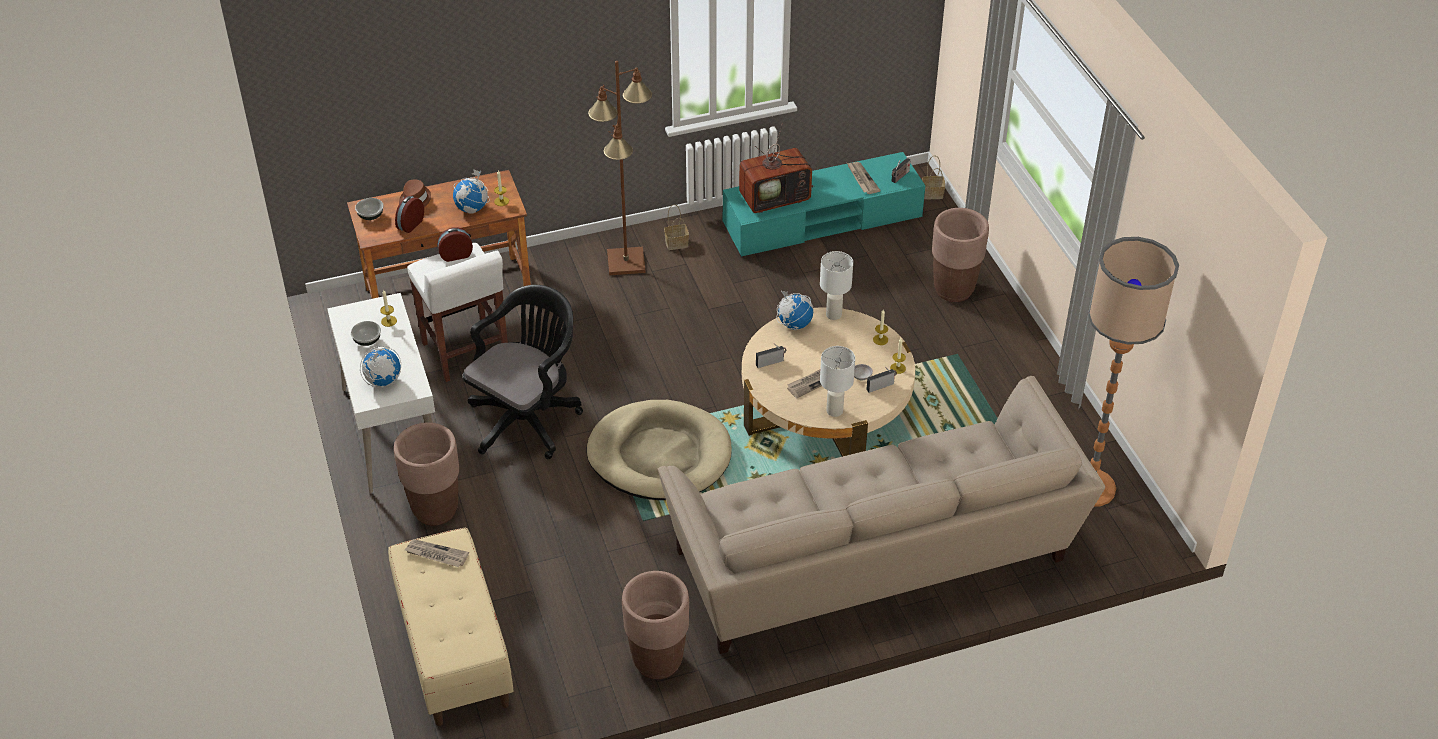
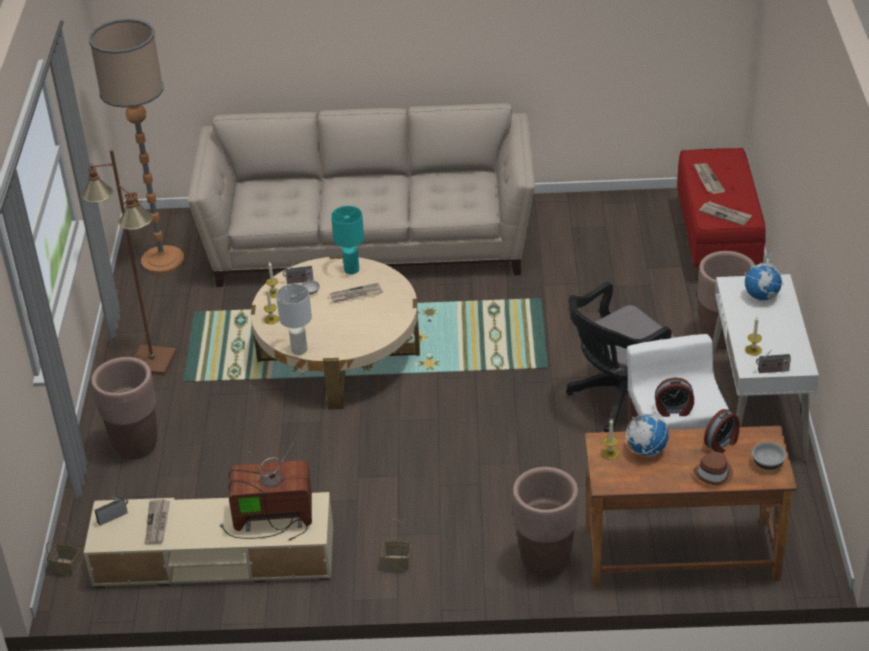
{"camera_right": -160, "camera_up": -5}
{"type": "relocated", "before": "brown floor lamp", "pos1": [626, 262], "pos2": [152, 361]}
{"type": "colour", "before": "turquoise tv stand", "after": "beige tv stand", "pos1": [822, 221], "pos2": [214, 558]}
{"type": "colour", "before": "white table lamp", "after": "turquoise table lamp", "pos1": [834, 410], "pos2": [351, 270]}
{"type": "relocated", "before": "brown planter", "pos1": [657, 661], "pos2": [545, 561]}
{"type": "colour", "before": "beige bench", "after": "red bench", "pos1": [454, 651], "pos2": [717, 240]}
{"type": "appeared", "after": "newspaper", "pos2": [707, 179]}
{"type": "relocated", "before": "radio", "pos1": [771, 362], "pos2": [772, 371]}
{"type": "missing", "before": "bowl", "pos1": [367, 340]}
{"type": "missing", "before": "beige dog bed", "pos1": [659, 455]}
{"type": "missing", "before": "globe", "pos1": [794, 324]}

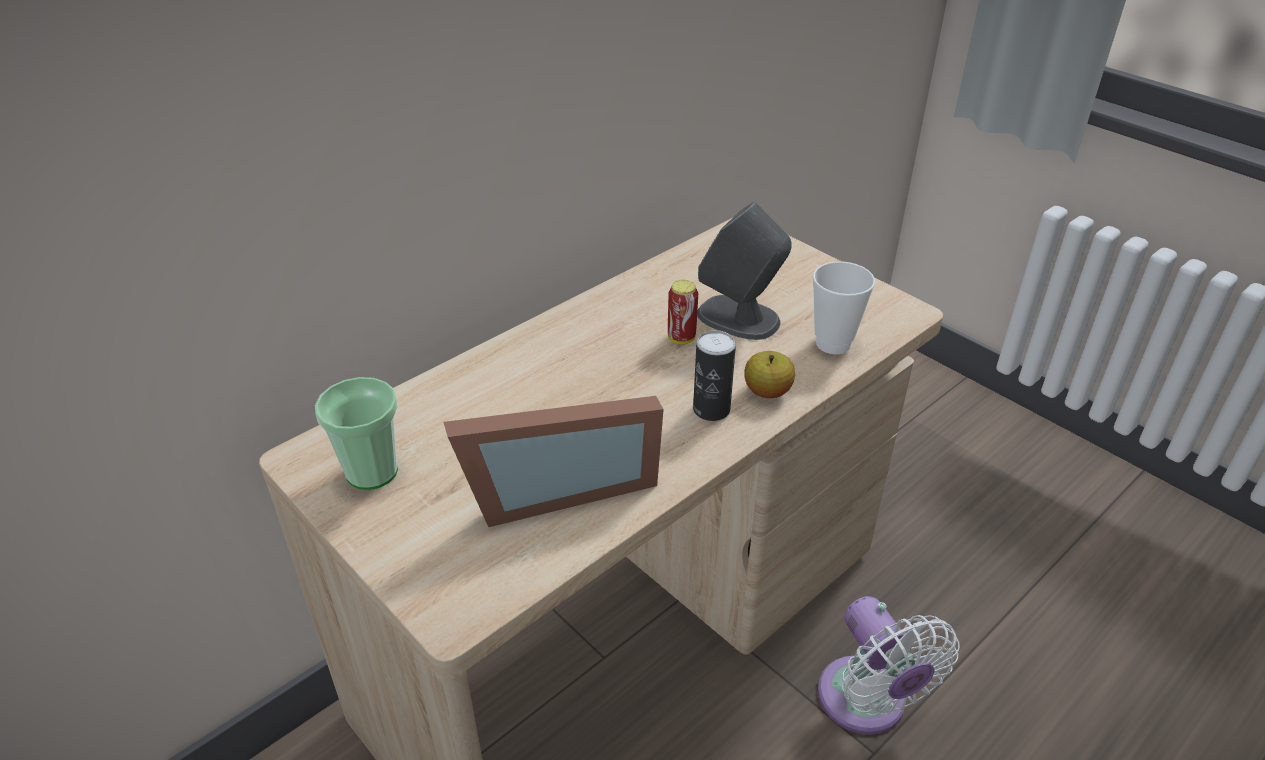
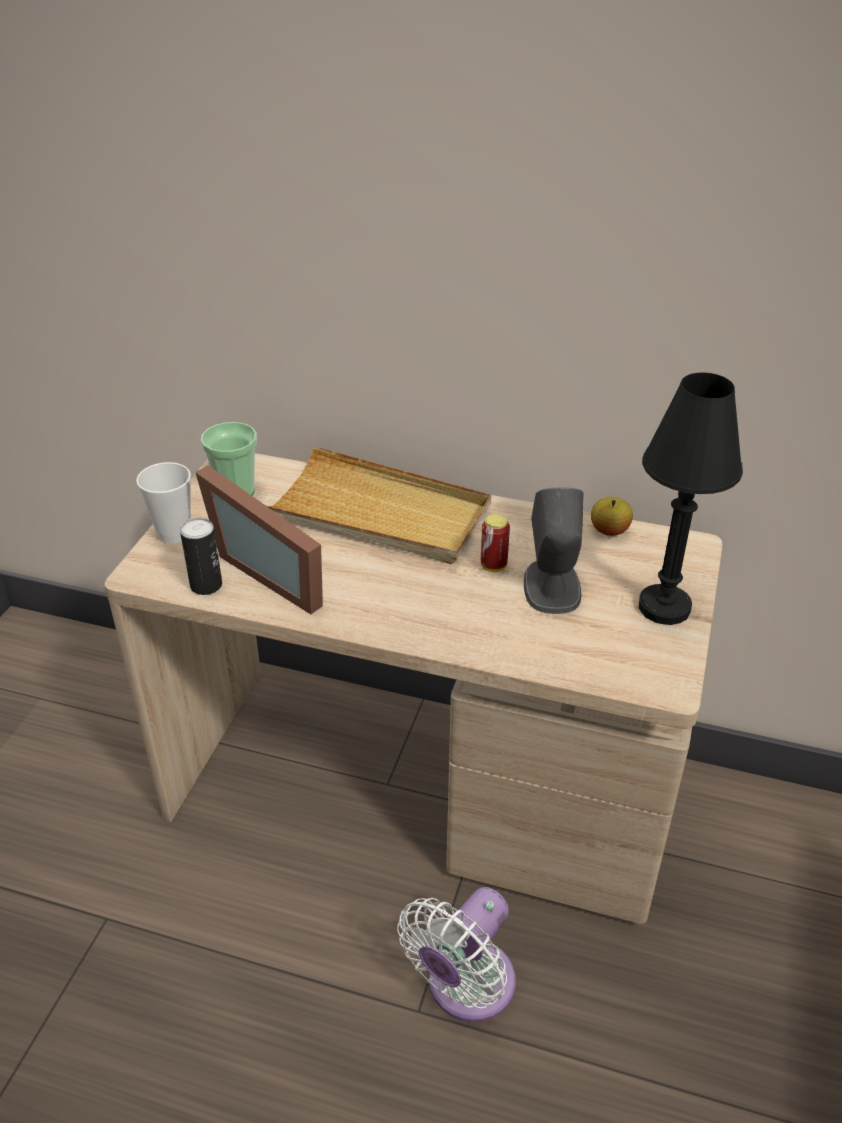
{"camera_right": 60, "camera_up": 0}
{"type": "relocated", "before": "cup", "pos1": [833, 344], "pos2": [174, 534]}
{"type": "relocated", "before": "can", "pos1": [711, 409], "pos2": [206, 585]}
{"type": "appeared", "after": "beige tray", "pos2": [379, 513]}
{"type": "relocated", "before": "apple", "pos1": [767, 392], "pos2": [609, 531]}
{"type": "appeared", "after": "black table lamp", "pos2": [664, 607]}

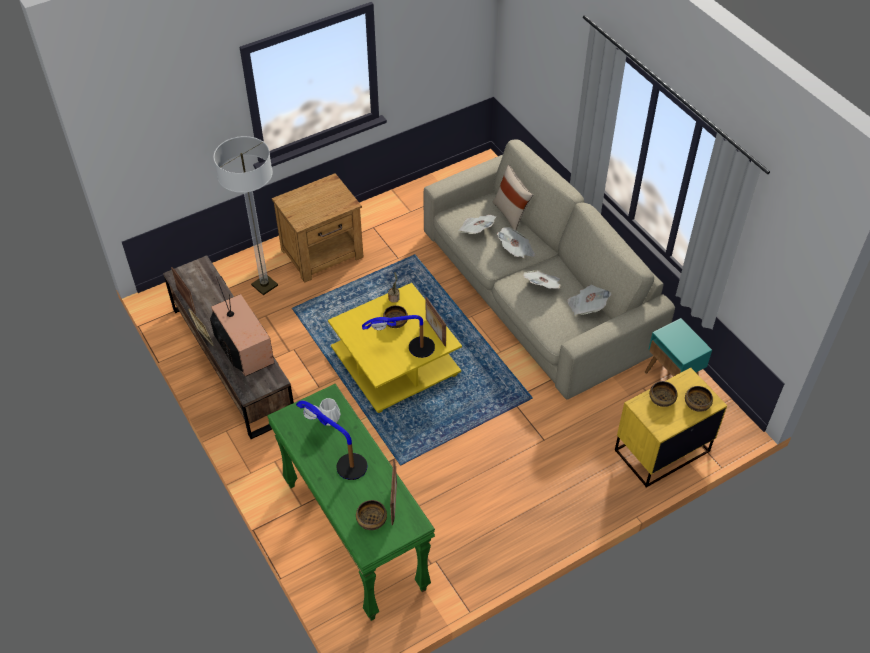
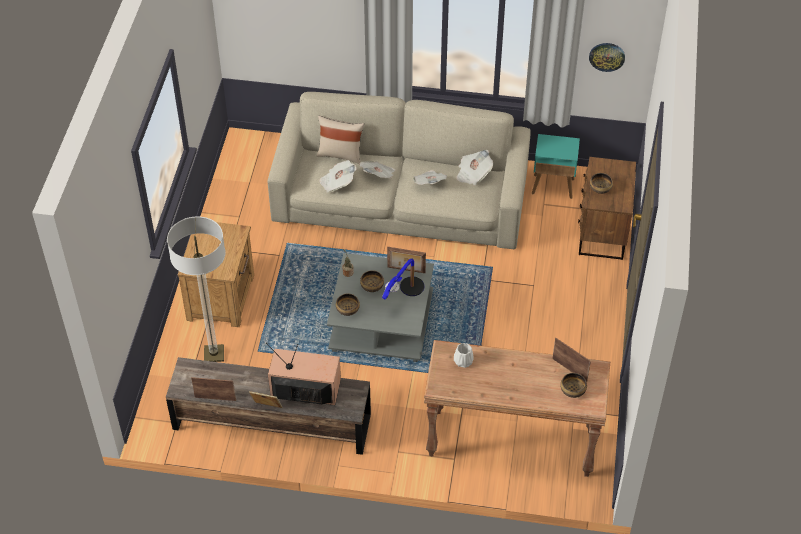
{"camera_right": -50, "camera_up": 0}
{"type": "colour", "before": "yellow coffee table", "after": "grey coffee table", "pos1": [397, 364], "pos2": [382, 322]}
{"type": "relocated", "before": "bowl", "pos1": [696, 403], "pos2": [347, 309]}
{"type": "colour", "before": "green console table", "after": "brown console table", "pos1": [353, 536], "pos2": [510, 444]}
{"type": "colour", "before": "yellow nightstand", "after": "brown nightstand", "pos1": [660, 450], "pos2": [602, 232]}
{"type": "appeared", "after": "wall clock", "pos2": [607, 56]}
{"type": "missing", "before": "table lamp", "pos1": [339, 457]}

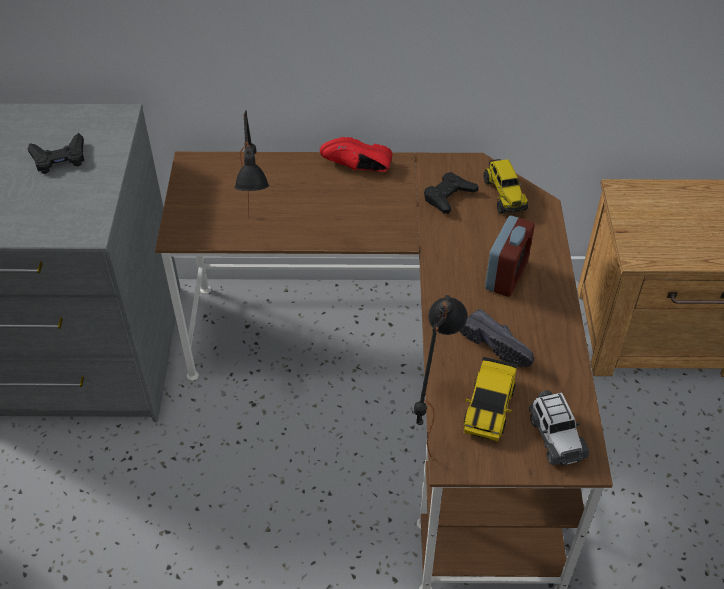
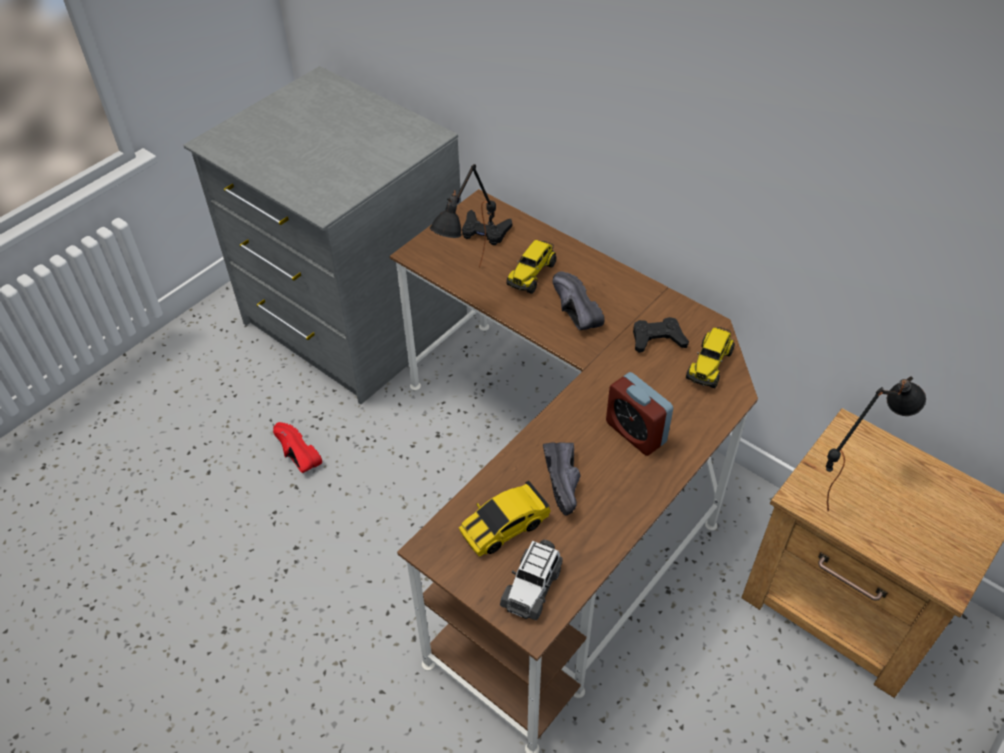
{"camera_right": 40, "camera_up": 0}
{"type": "relocated", "before": "red shoe", "pos1": [357, 168], "pos2": [294, 456]}
{"type": "relocated", "before": "black game controller", "pos1": [59, 158], "pos2": [485, 232]}
{"type": "appeared", "after": "toy truck", "pos2": [532, 274]}
{"type": "appeared", "after": "black shoe", "pos2": [571, 312]}
{"type": "spun", "before": "alarm clock", "pos1": [506, 275], "pos2": [635, 432], "turn": 75}
{"type": "relocated", "before": "black table lamp", "pos1": [428, 422], "pos2": [845, 486]}

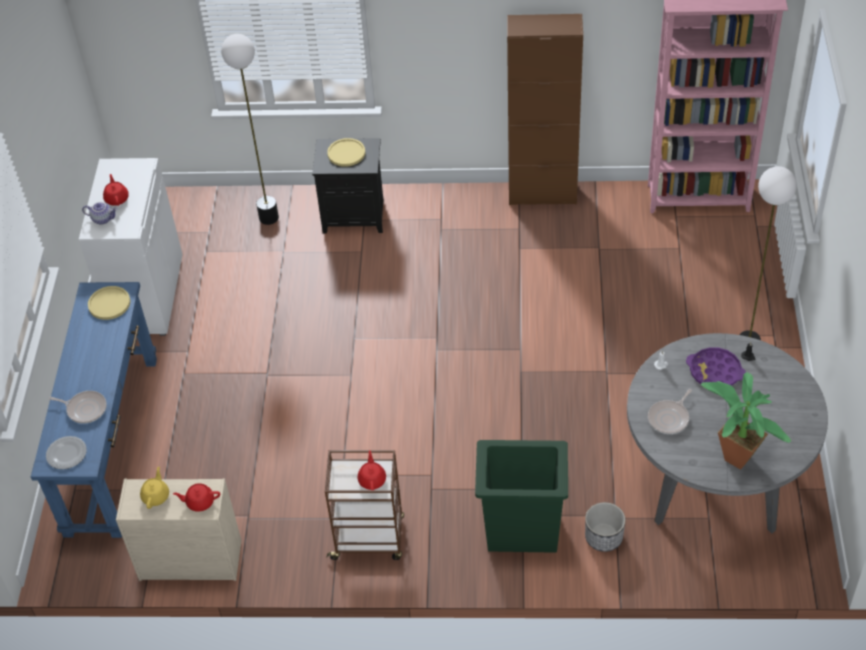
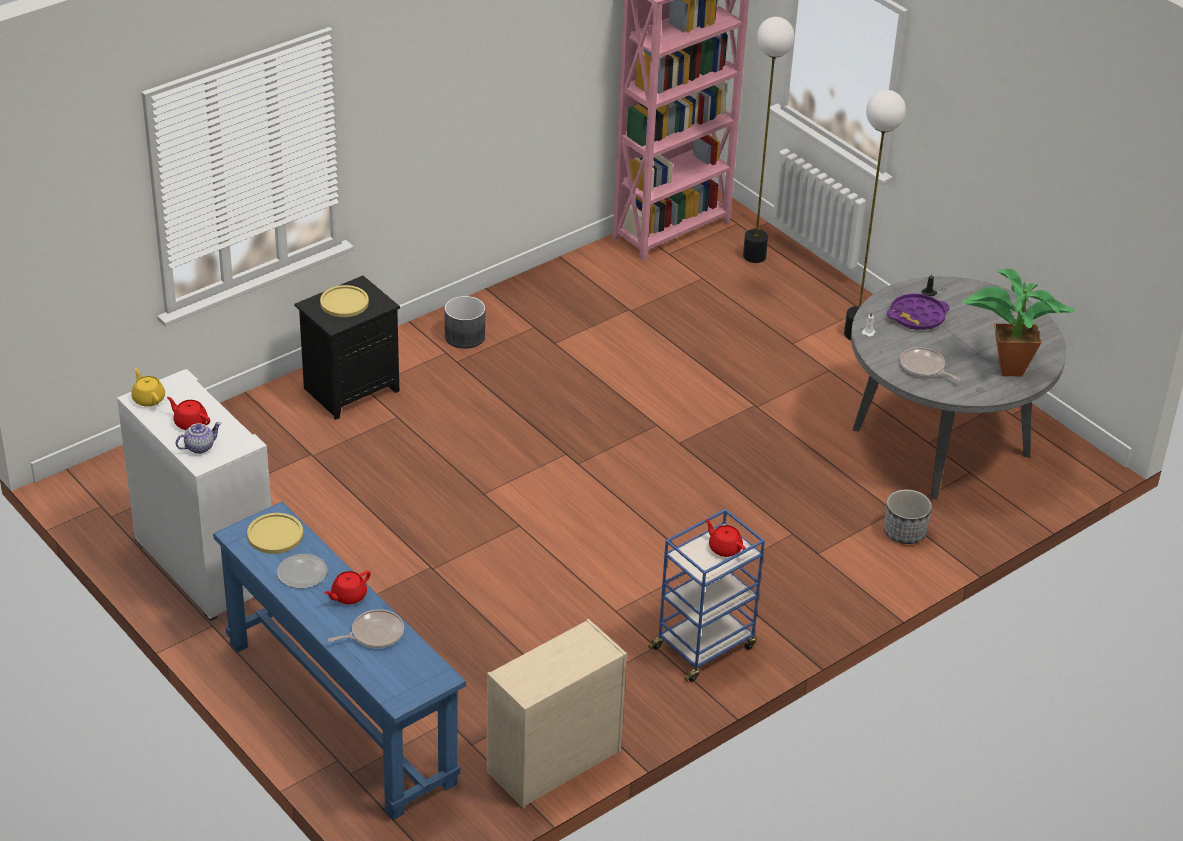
{"camera_right": -45, "camera_up": -10}
{"type": "relocated", "before": "yellow teapot", "pos1": [156, 496], "pos2": [148, 398]}
{"type": "relocated", "before": "plate", "pos1": [67, 454], "pos2": [303, 572]}
{"type": "relocated", "before": "red teapot", "pos1": [199, 502], "pos2": [348, 596]}
{"type": "appeared", "after": "grey planter", "pos2": [465, 336]}
{"type": "colour", "before": "brown cart", "after": "blue cart", "pos1": [369, 538], "pos2": [704, 646]}
{"type": "relocated", "before": "floor lamp", "pos1": [269, 218], "pos2": [754, 256]}
{"type": "spun", "before": "frying pan", "pos1": [669, 418], "pos2": [923, 367], "turn": 135}
{"type": "missing", "before": "green trash can", "pos1": [521, 530]}
{"type": "missing", "before": "brown cabinet", "pos1": [542, 194]}

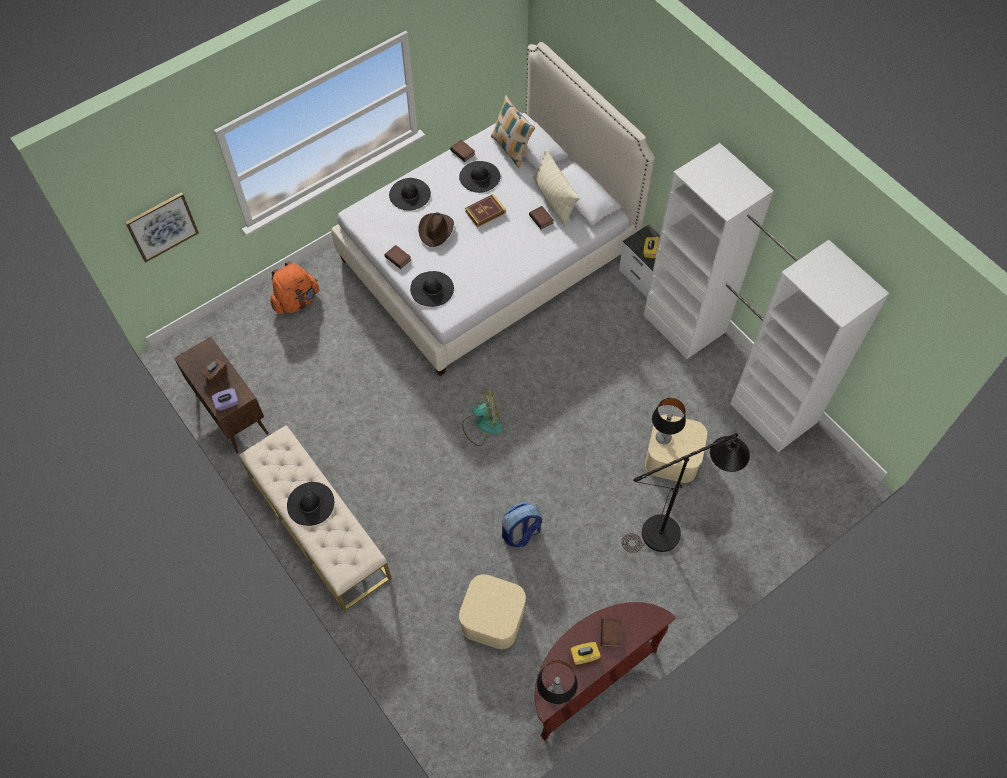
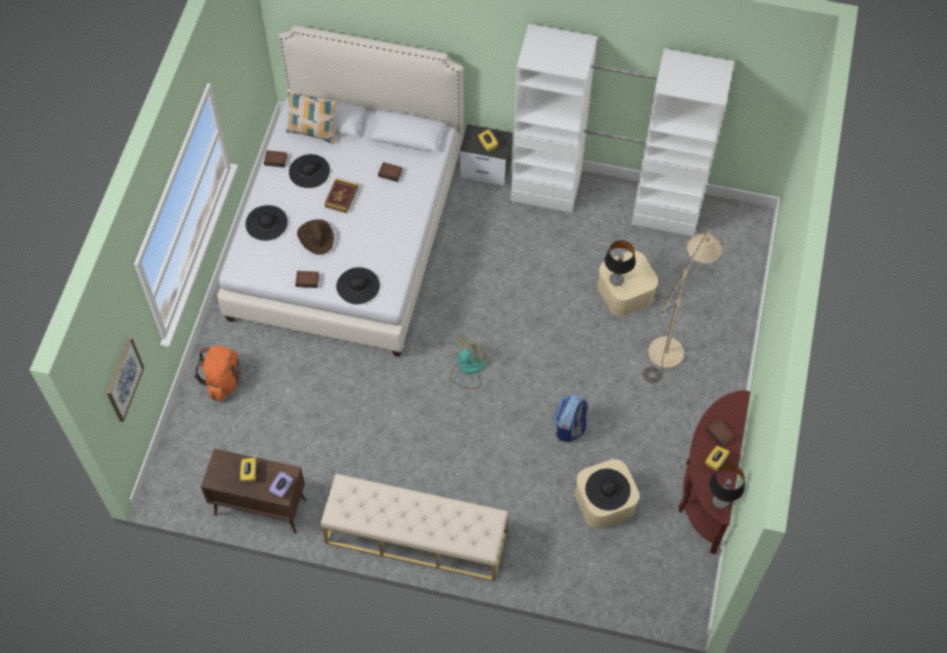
{"camera_right": -40, "camera_up": 0}
{"type": "colour", "before": "brown tissue box", "after": "yellow tissue box", "pos1": [216, 374], "pos2": [249, 473]}
{"type": "relocated", "before": "black hat", "pos1": [310, 504], "pos2": [607, 489]}
{"type": "colour", "before": "black floor lamp", "after": "beige floor lamp", "pos1": [671, 530], "pos2": [671, 345]}
{"type": "missing", "before": "beige pillow", "pos1": [554, 200]}

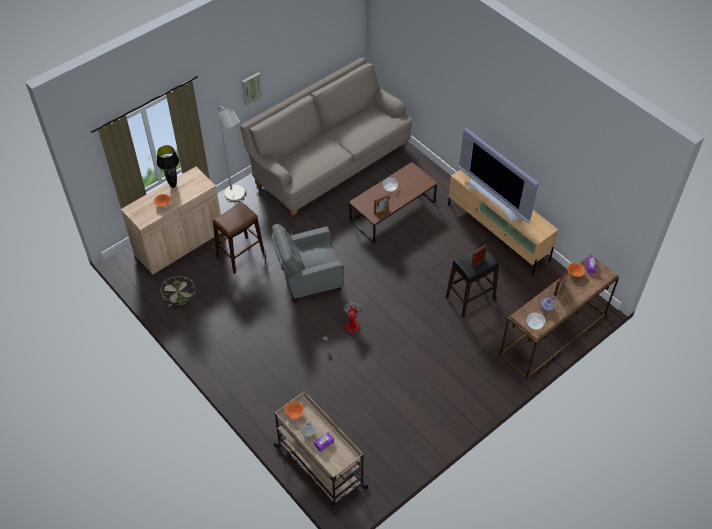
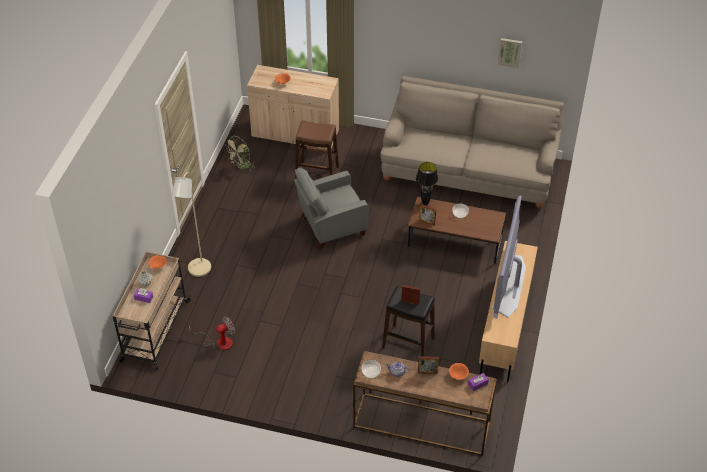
{"camera_right": 55, "camera_up": -5}
{"type": "relocated", "before": "beige floor lamp", "pos1": [237, 196], "pos2": [198, 271]}
{"type": "relocated", "before": "fan", "pos1": [347, 330], "pos2": [219, 342]}
{"type": "spun", "before": "grey armchair", "pos1": [308, 279], "pos2": [330, 226], "turn": -60}
{"type": "relocated", "before": "black table lamp", "pos1": [173, 186], "pos2": [425, 203]}
{"type": "relocated", "before": "picture", "pos1": [251, 88], "pos2": [510, 52]}

